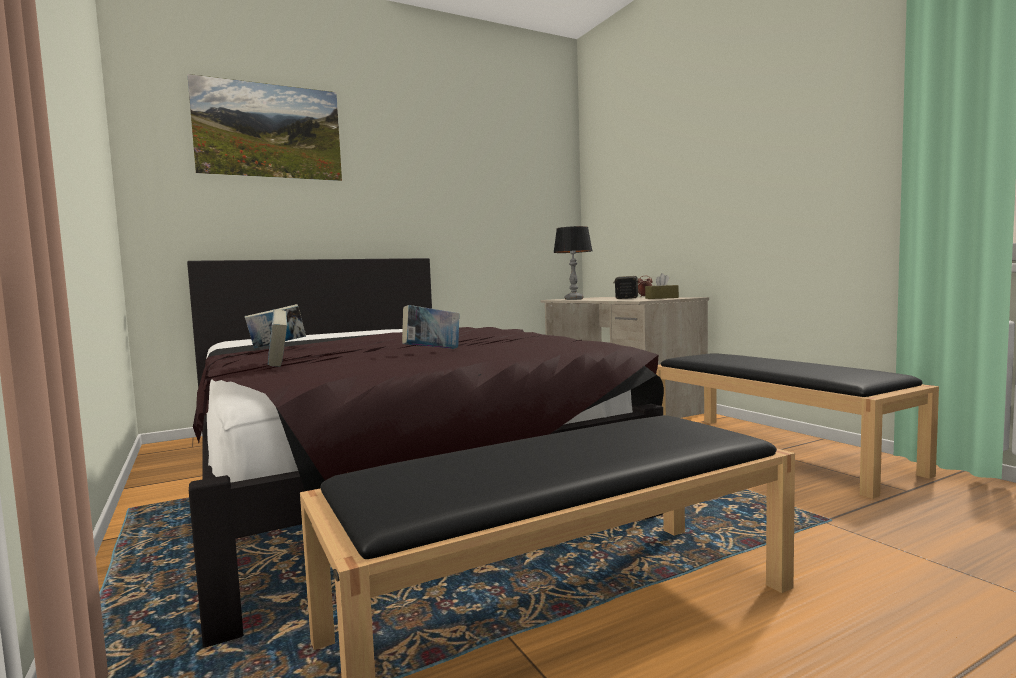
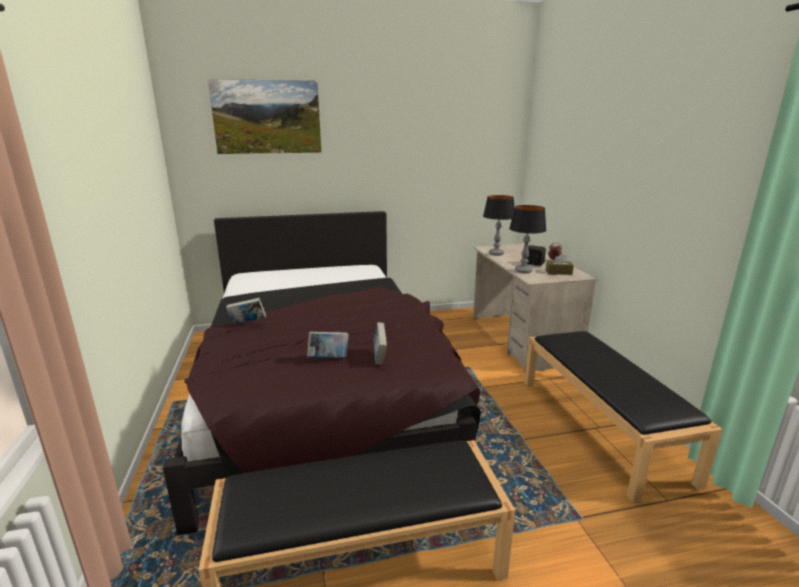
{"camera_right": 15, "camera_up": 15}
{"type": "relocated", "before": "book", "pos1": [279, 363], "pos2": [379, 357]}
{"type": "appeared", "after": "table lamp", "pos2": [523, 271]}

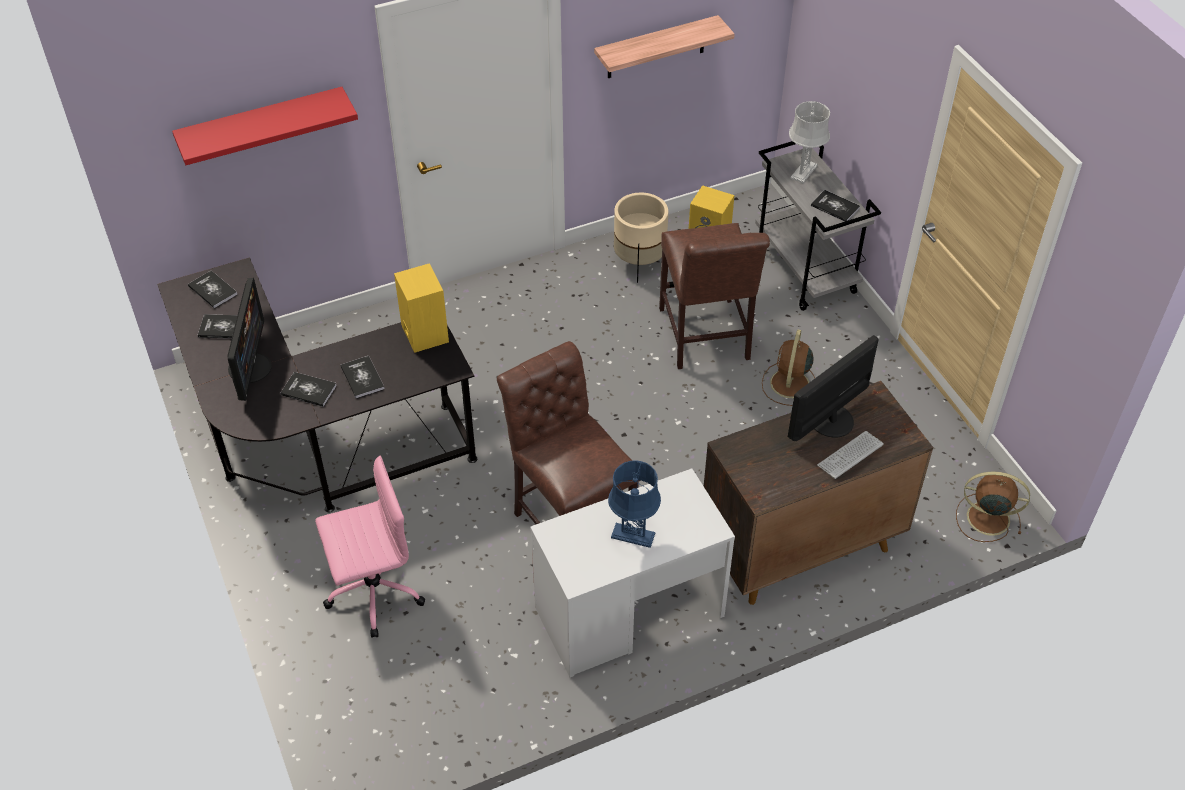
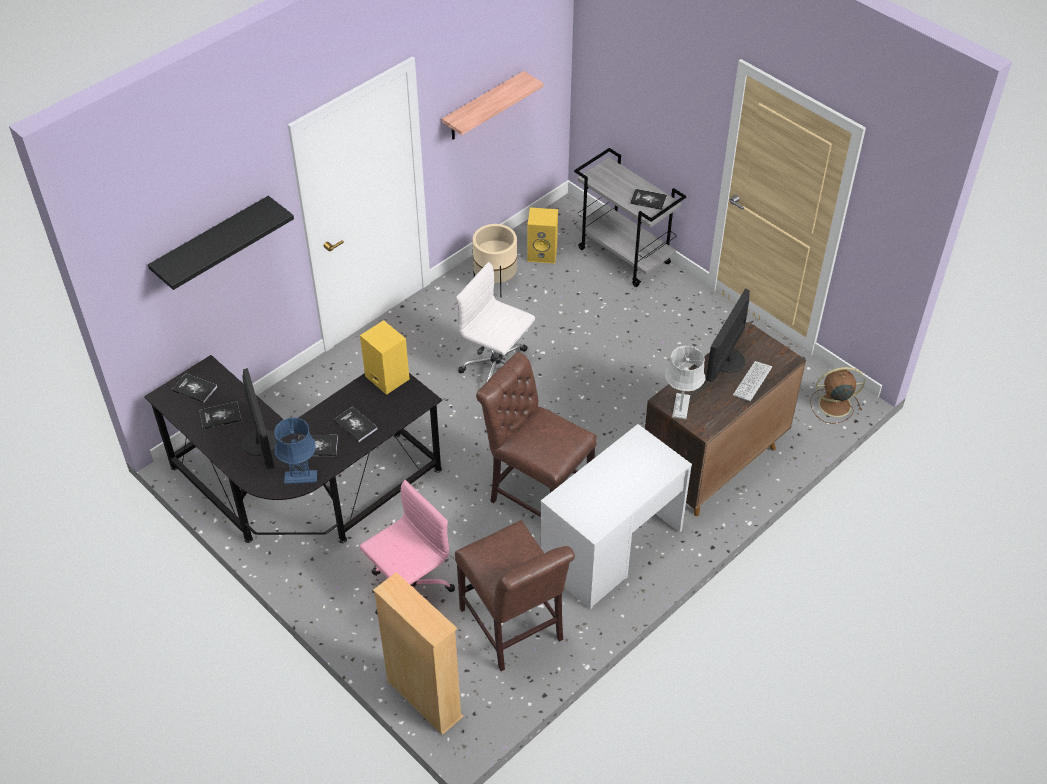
{"camera_right": -20, "camera_up": 0}
{"type": "colour", "before": "red shelf", "after": "black shelf", "pos1": [262, 125], "pos2": [212, 242]}
{"type": "relocated", "before": "blue table lamp", "pos1": [633, 535], "pos2": [301, 477]}
{"type": "appeared", "after": "beige bookcase", "pos2": [424, 698]}
{"type": "relocated", "before": "brown chair", "pos1": [705, 338], "pos2": [513, 629]}
{"type": "appeared", "after": "white office chair", "pos2": [497, 369]}
{"type": "relocated", "before": "grey table lamp", "pos1": [804, 172], "pos2": [681, 406]}
{"type": "missing", "before": "brown fan", "pos1": [789, 385]}

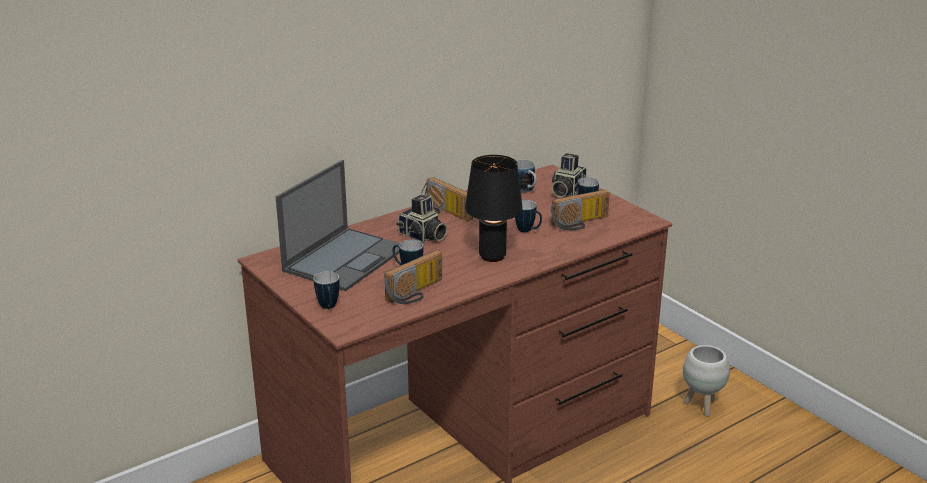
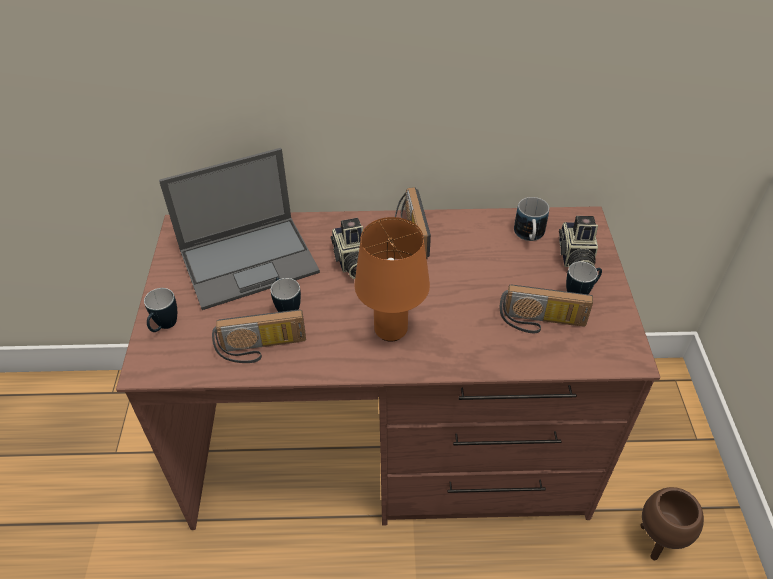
{"camera_right": 35, "camera_up": 20}
{"type": "colour", "before": "black table lamp", "after": "orange table lamp", "pos1": [491, 256], "pos2": [390, 329]}
{"type": "spun", "before": "photo camera", "pos1": [566, 191], "pos2": [575, 259], "turn": -60}
{"type": "colour", "before": "white planter", "after": "brown planter", "pos1": [702, 406], "pos2": [657, 541]}
{"type": "missing", "before": "mug", "pos1": [528, 231]}

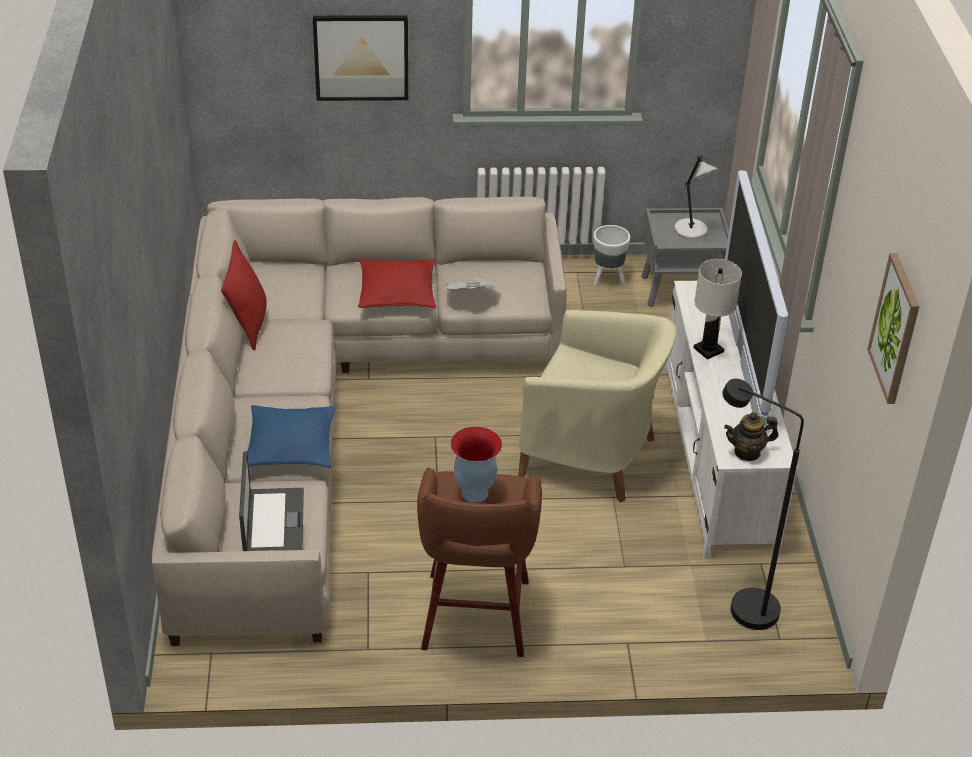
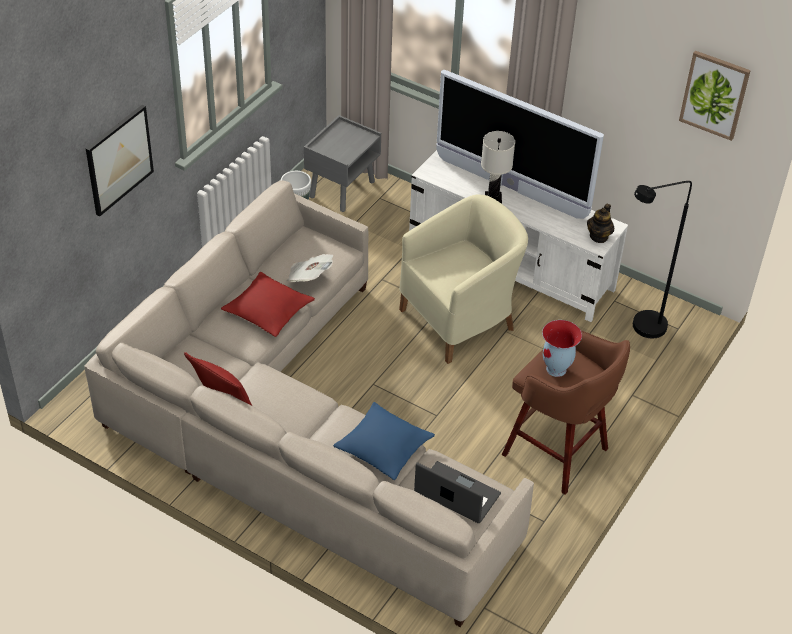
{"camera_right": -55, "camera_up": 5}
{"type": "missing", "before": "grey table lamp", "pos1": [692, 230]}

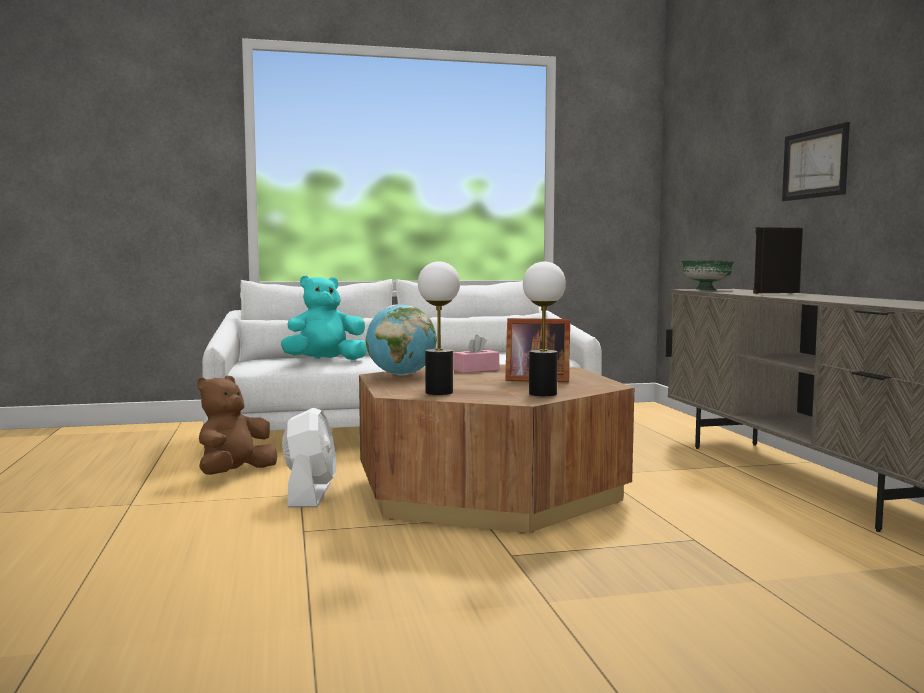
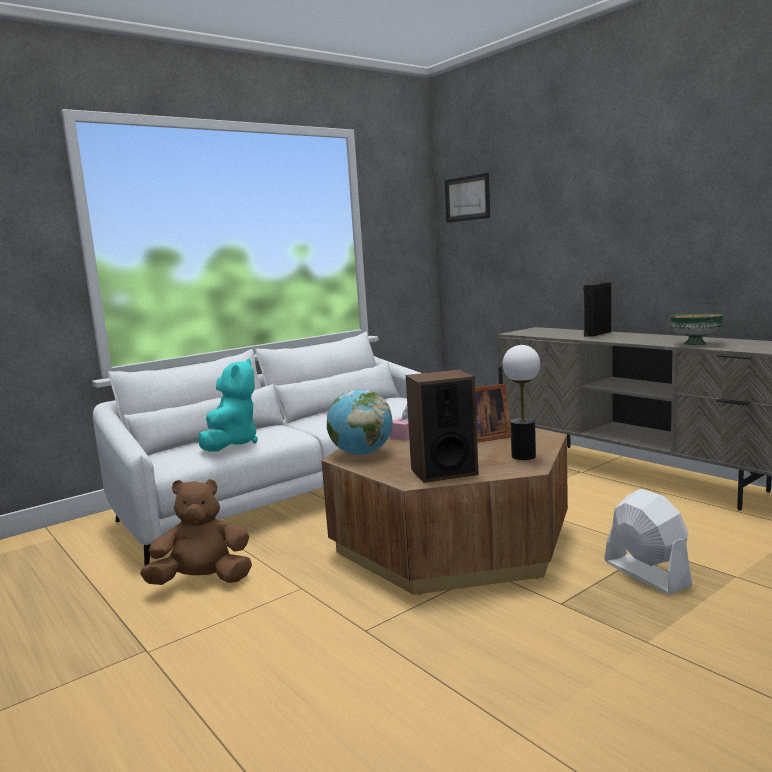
{"camera_right": -25, "camera_up": 5}
{"type": "spun", "before": "brown plush toy", "pos1": [234, 474], "pos2": [203, 581], "turn": 75}
{"type": "spun", "before": "turquoise plush toy", "pos1": [325, 361], "pos2": [232, 443], "turn": 150}
{"type": "exchanged", "before": "table lamp", "after": "speaker", "pos1": [439, 392], "pos2": [443, 472]}
{"type": "relocated", "before": "picture", "pos1": [815, 164], "pos2": [467, 198]}
{"type": "relocated", "before": "white fan", "pos1": [310, 495], "pos2": [646, 574]}
{"type": "relocated", "before": "green bowl", "pos1": [705, 290], "pos2": [694, 344]}

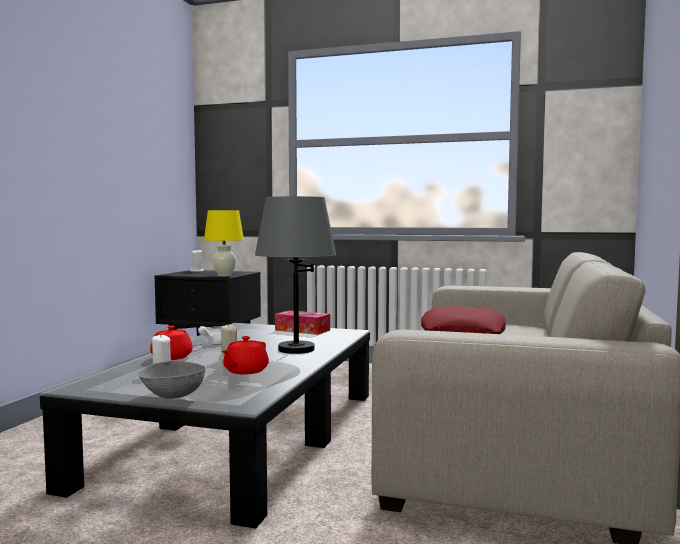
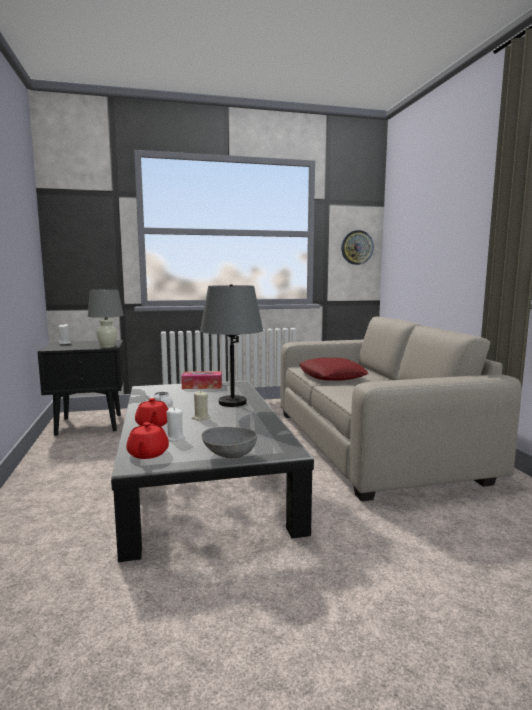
{"camera_right": -30, "camera_up": 5}
{"type": "colour", "before": "yellow table lamp", "after": "grey table lamp", "pos1": [224, 275], "pos2": [107, 346]}
{"type": "relocated", "before": "red teapot", "pos1": [245, 371], "pos2": [147, 454]}
{"type": "appeared", "after": "wall clock", "pos2": [357, 247]}

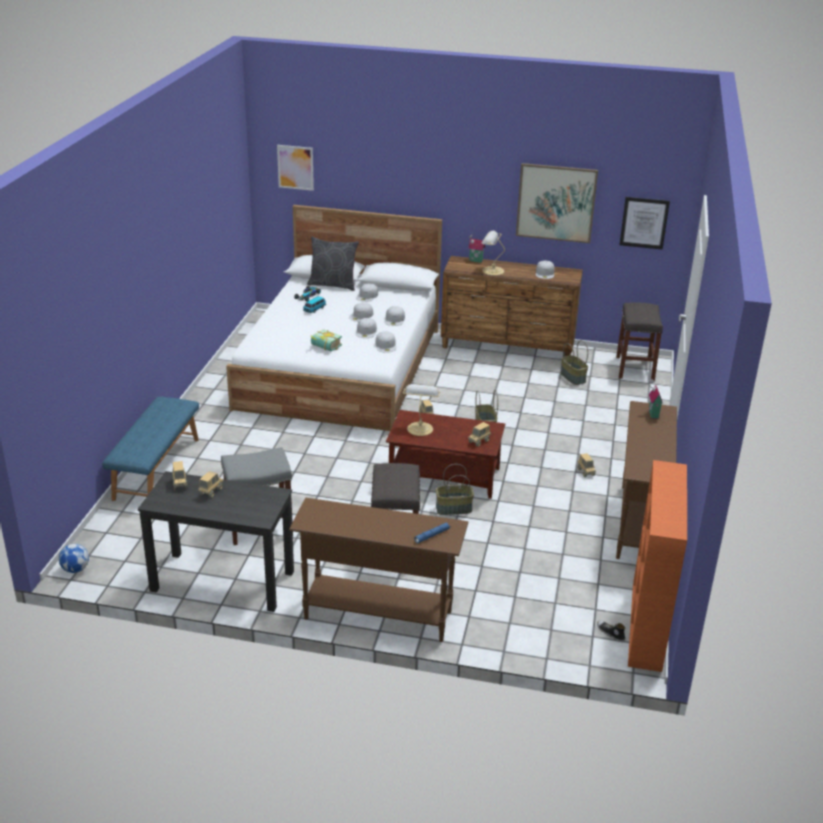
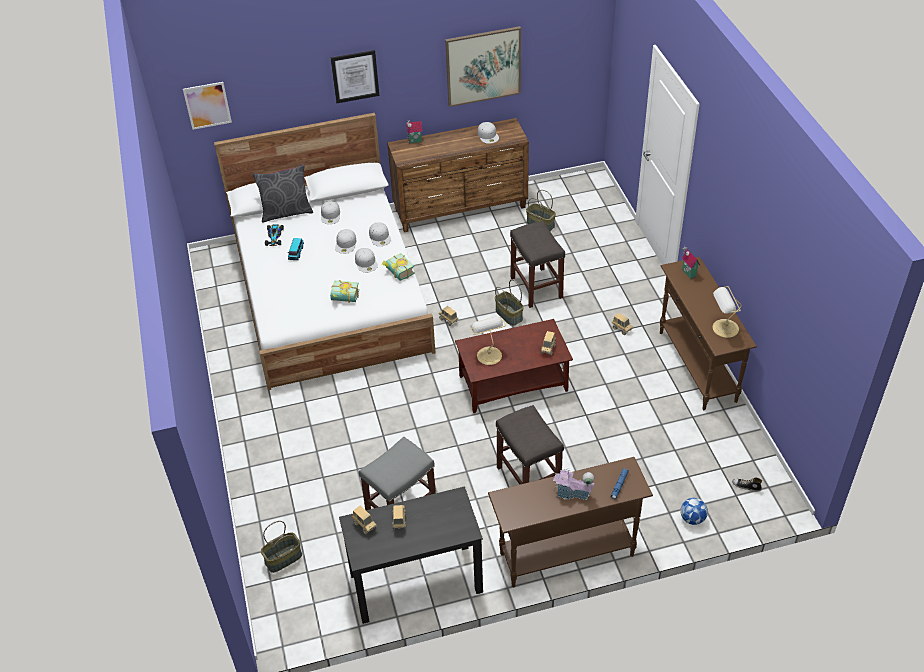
{"camera_right": -25, "camera_up": 15}
{"type": "relocated", "before": "basket", "pos1": [453, 509], "pos2": [283, 559]}
{"type": "relocated", "before": "picture", "pos1": [644, 222], "pos2": [355, 76]}
{"type": "exchanged", "before": "white cap", "after": "book", "pos1": [386, 345], "pos2": [397, 273]}
{"type": "relocated", "before": "grey stool", "pos1": [635, 369], "pos2": [537, 288]}
{"type": "appeared", "after": "toy house", "pos2": [572, 493]}
{"type": "relocated", "before": "football", "pos1": [75, 569], "pos2": [692, 519]}
{"type": "relocated", "before": "table lamp", "pos1": [492, 271], "pos2": [724, 328]}
{"type": "missing", "before": "blue bench", "pos1": [156, 468]}
{"type": "missing", "before": "orange bookcase", "pos1": [647, 627]}

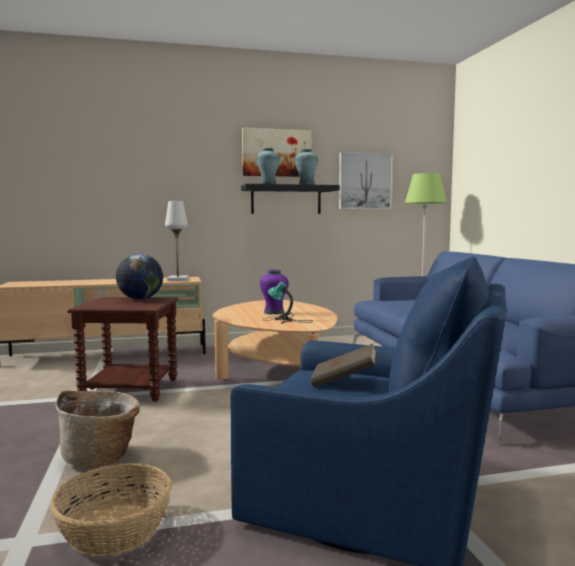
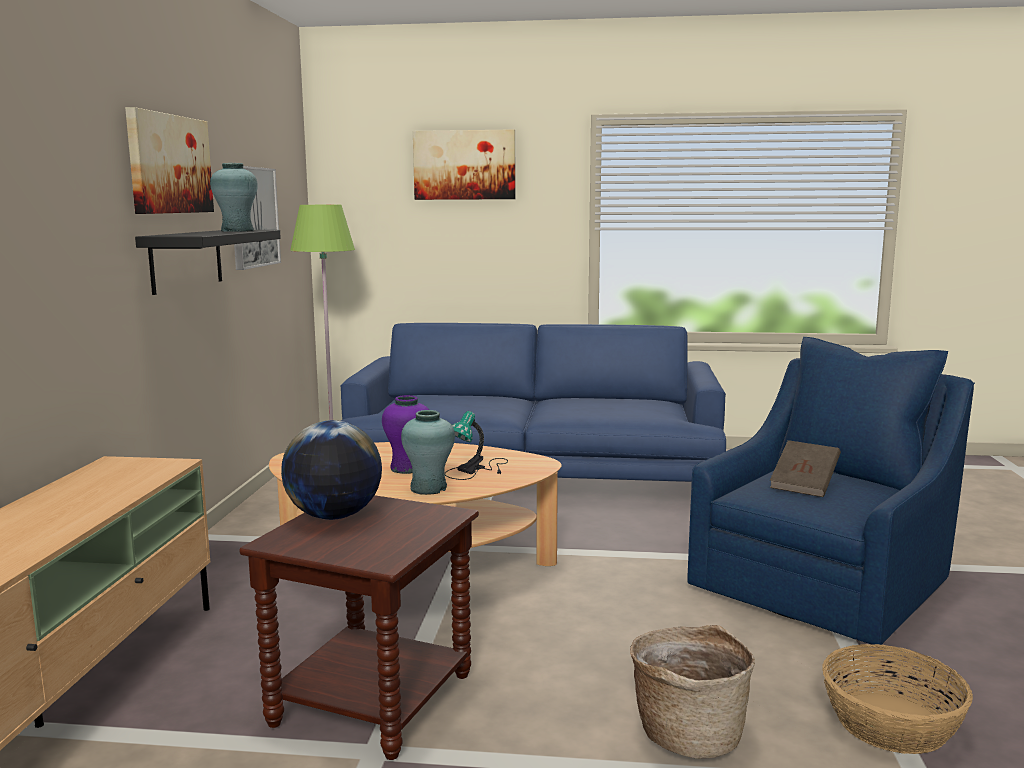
{"camera_right": -70, "camera_up": 5}
{"type": "relocated", "before": "turquoise vase", "pos1": [268, 184], "pos2": [428, 488]}
{"type": "appeared", "after": "picture", "pos2": [464, 165]}
{"type": "missing", "before": "white table lamp", "pos1": [178, 279]}

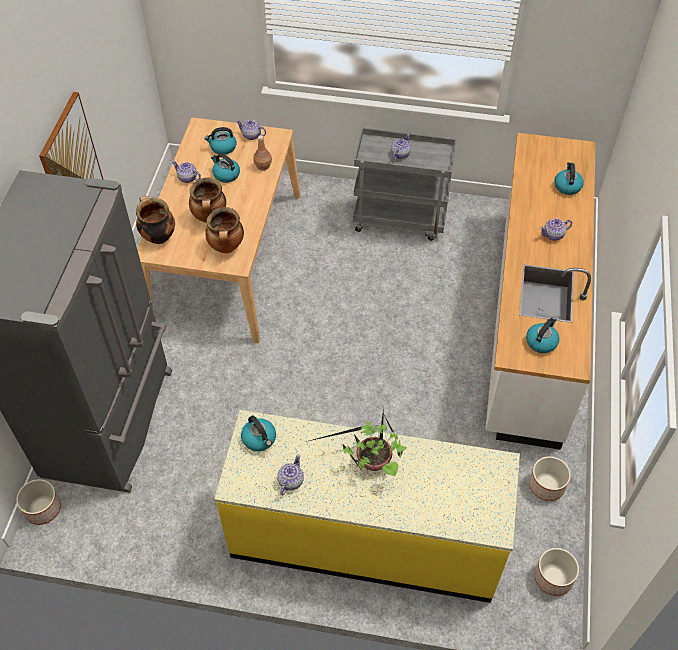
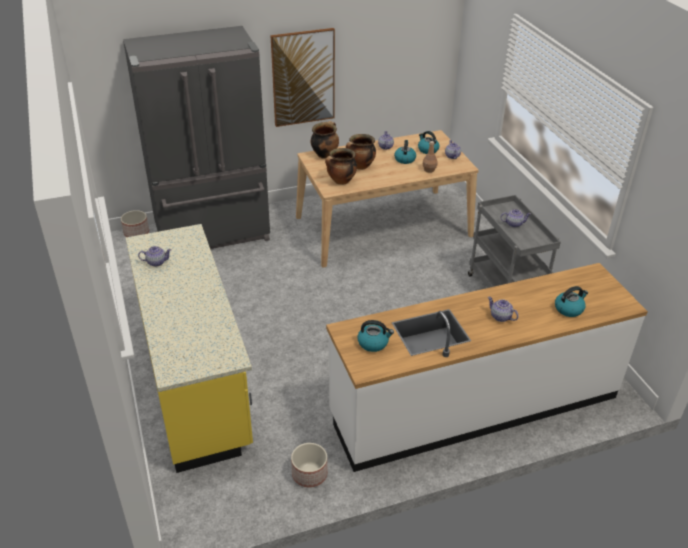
{"camera_right": 60, "camera_up": -15}
{"type": "missing", "before": "kettle", "pos1": [259, 439]}
{"type": "missing", "before": "potted plant", "pos1": [371, 462]}
{"type": "missing", "before": "planter", "pos1": [552, 578]}

